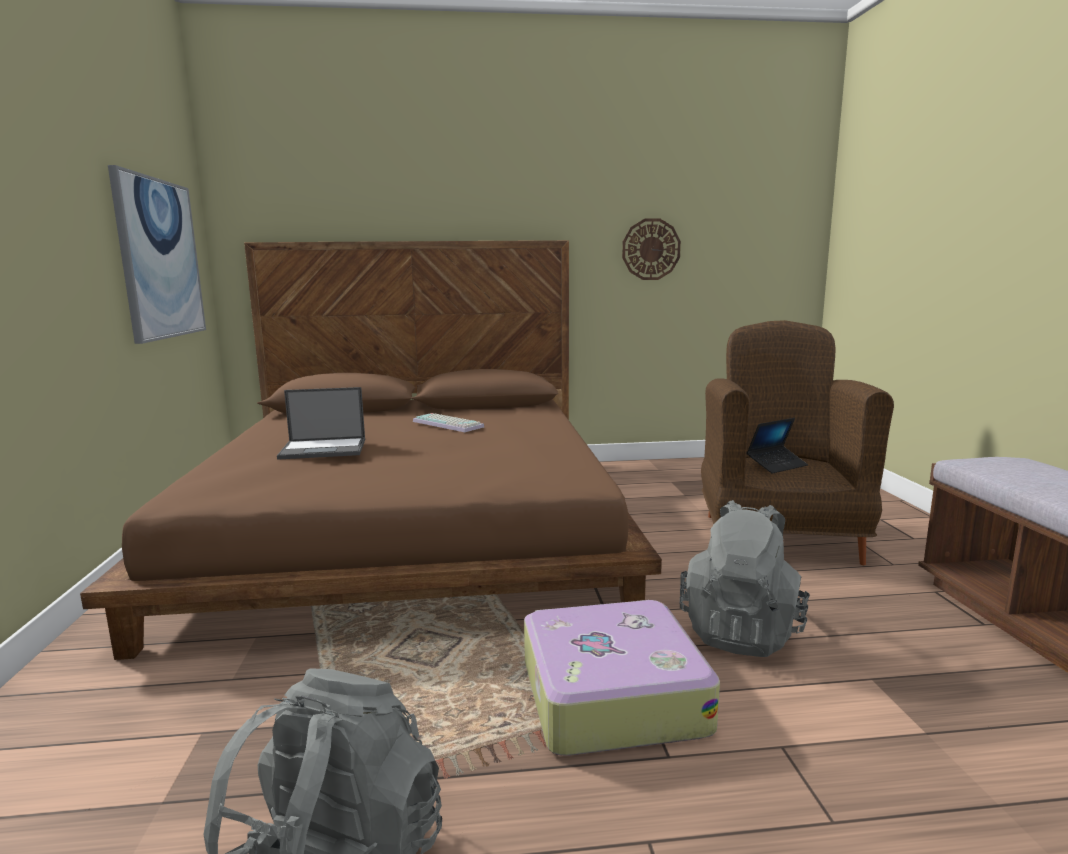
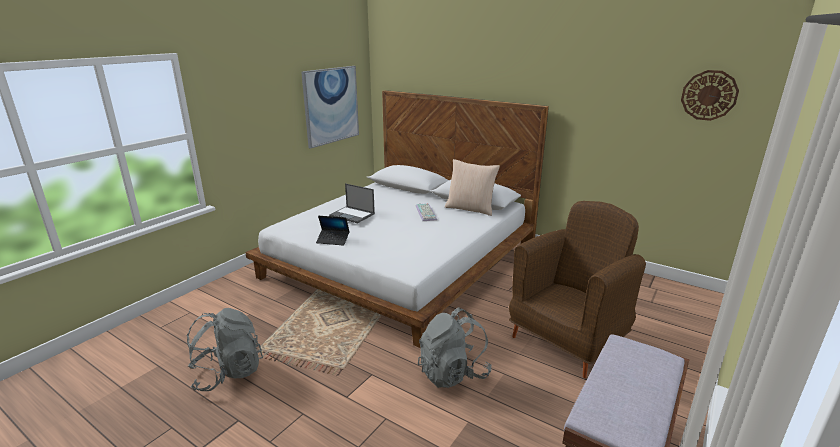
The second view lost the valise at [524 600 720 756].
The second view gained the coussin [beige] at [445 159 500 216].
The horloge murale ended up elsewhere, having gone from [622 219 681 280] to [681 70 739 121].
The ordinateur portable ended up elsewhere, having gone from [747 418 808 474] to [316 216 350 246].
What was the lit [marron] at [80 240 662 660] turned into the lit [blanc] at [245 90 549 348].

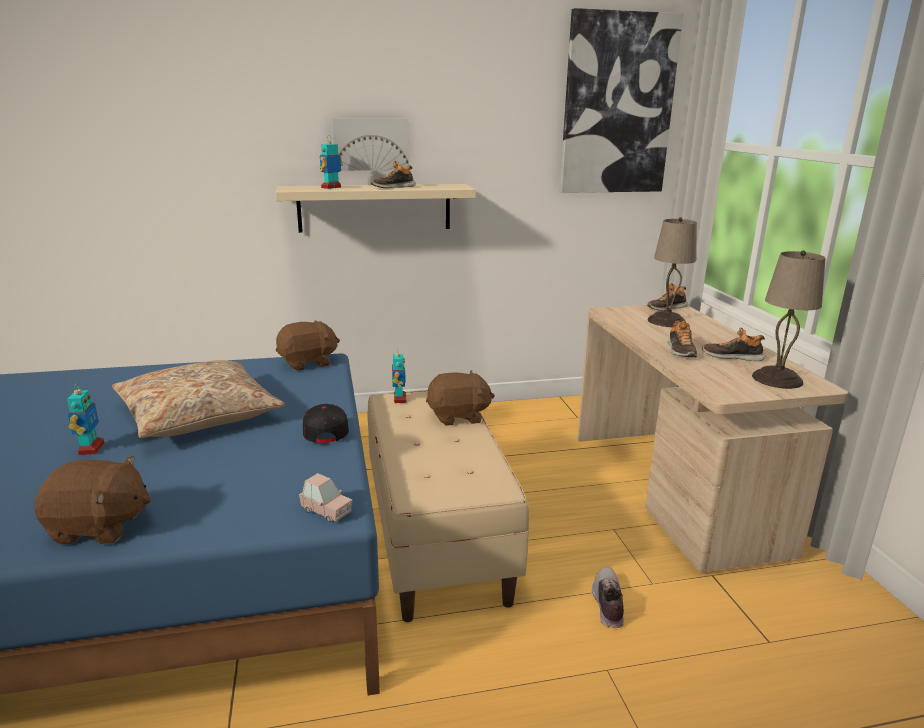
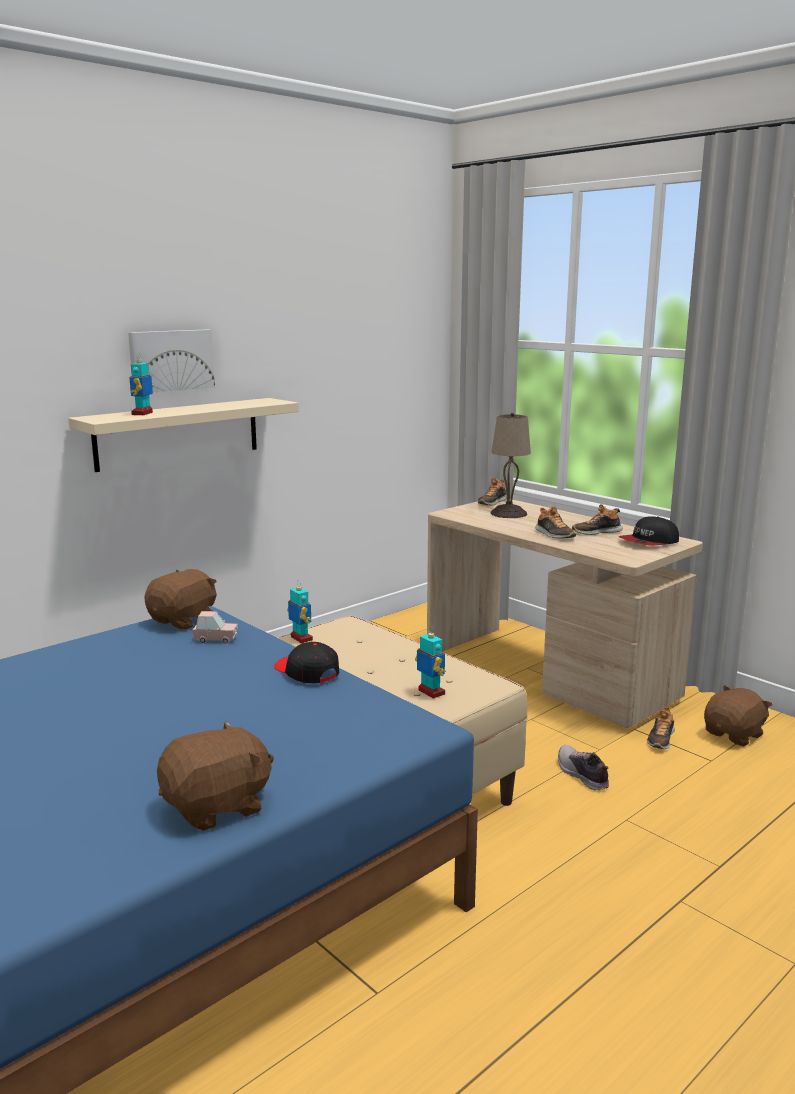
The second view lost the coussin [beige] at [112 360 285 438].
The second view lost the tableau at [560 8 683 193].
The robot jouet ended up elsewhere, having gone from [67 383 104 455] to [415 626 446 699].
The petite voiture [rose] ended up elsewhere, having gone from [299 473 352 522] to [193 611 238 644].
The chaussure ended up elsewhere, having gone from [371 161 416 188] to [647 707 675 749].
The peluche [marron] ended up elsewhere, having gone from [426 370 495 426] to [704 685 773 746].
Where the lampe de table [beige] stood at [752 250 826 389], the casquette came to stand at [618 516 679 545].

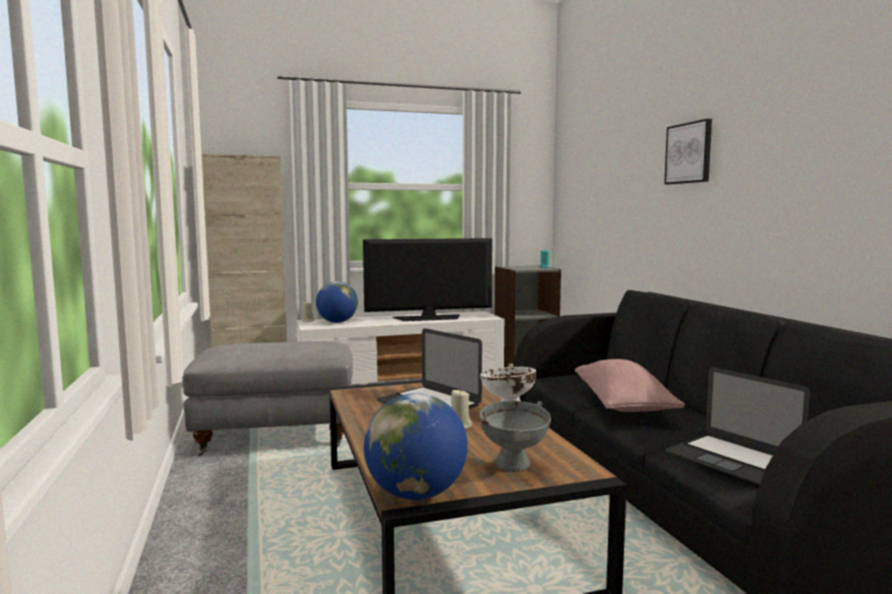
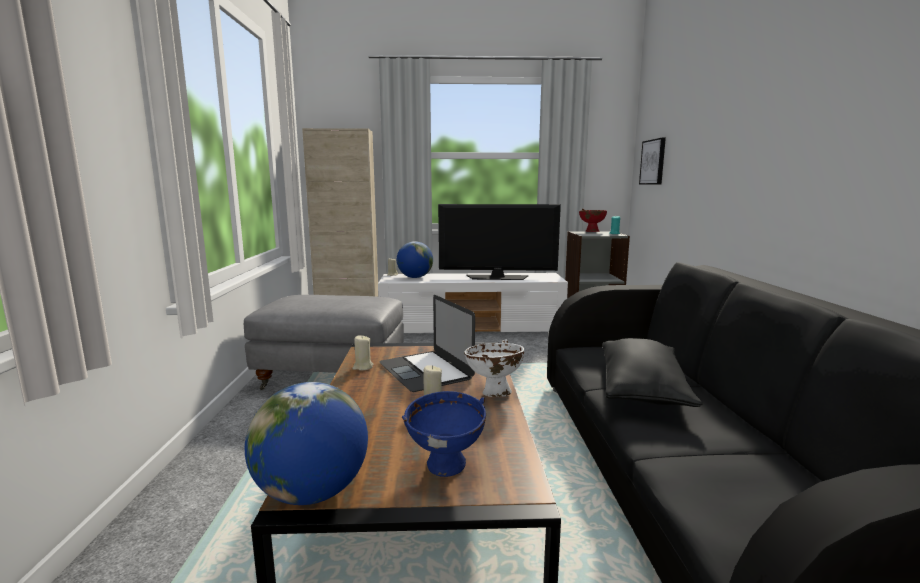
The second view lost the ordinateur portable at [666 367 810 485].
The second view gained the bougie [beige] at [352 335 373 370].
The second view gained the bol [rouge] at [579 209 607 232].
The tableau ended up elsewhere, having gone from [664 119 712 184] to [639 138 666 185].
What was the bol [gris] at [480 400 551 472] turned into the bol [bleu] at [402 391 486 477].
What was the coussin [rose] at [575 359 685 412] turned into the coussin [noir] at [602 338 702 407].

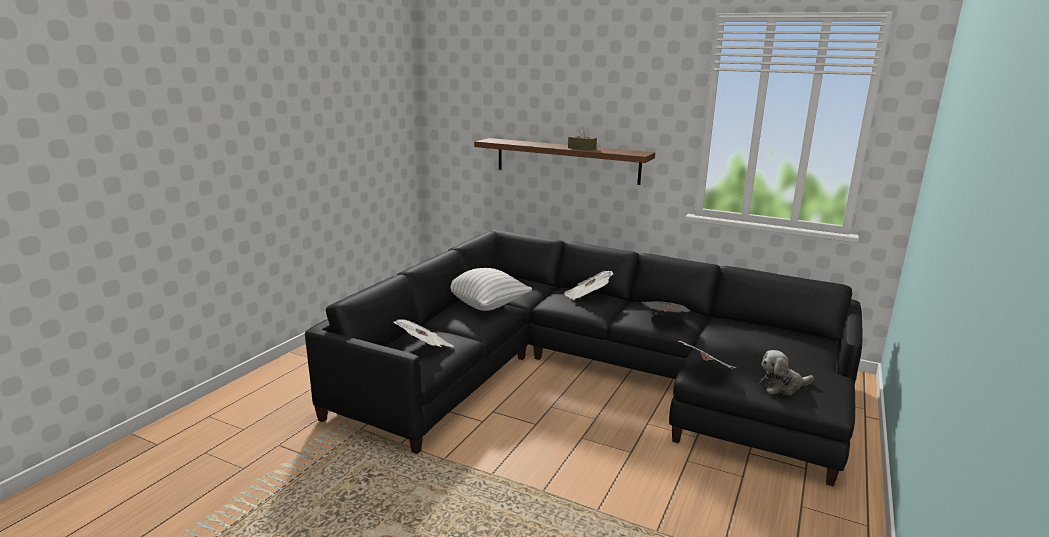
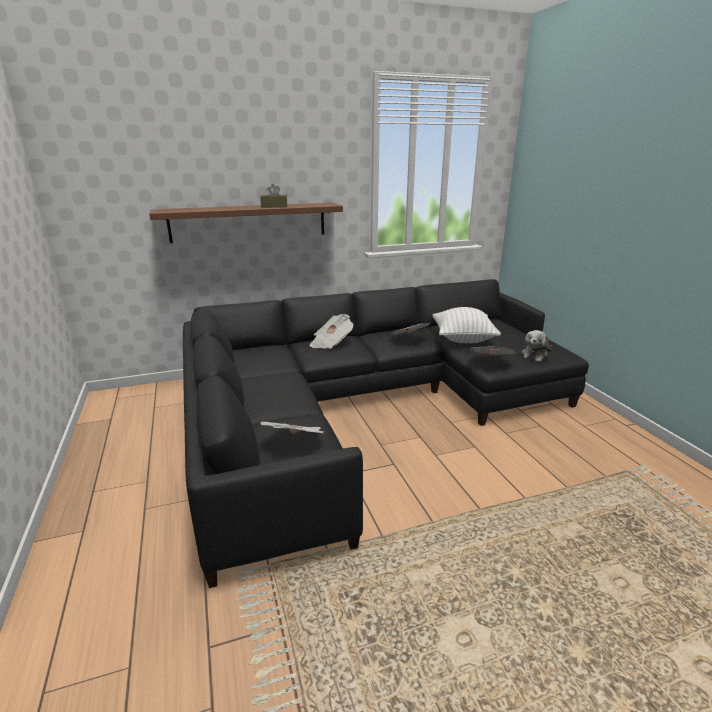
The coussin [blanc] ended up elsewhere, having gone from [450 268 532 311] to [432 307 501 343].

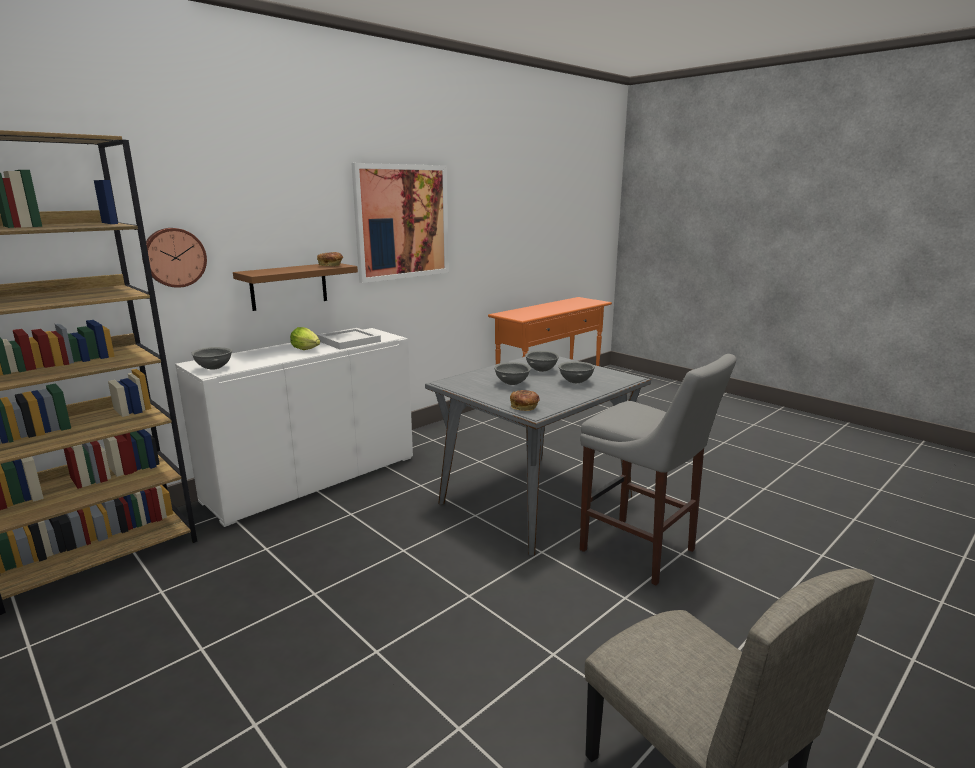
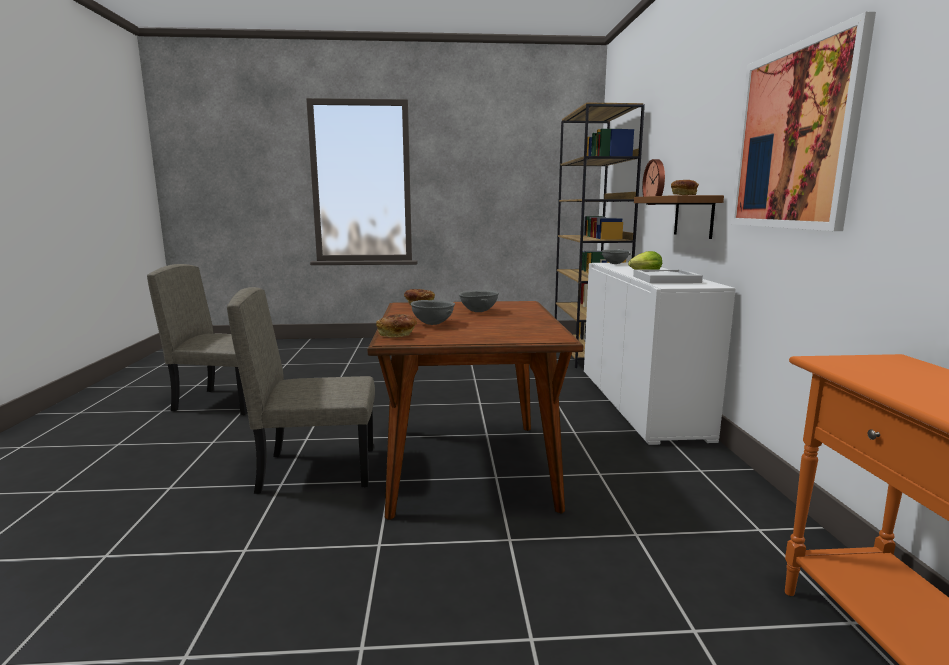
The second view lost the bol [gris] at [525 351 559 372].
The second view gained the pain at [376 314 417 337].
Where the tabouret [gris] stood at [580 354 736 585], the chaise [beige] came to stand at [227 287 375 494].
What was the table à manger [gris] at [425 356 651 556] turned into the table à manger [marron] at [368 301 583 520].

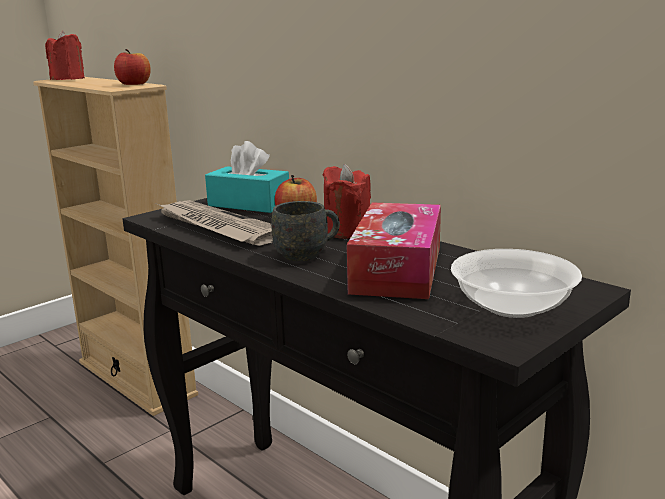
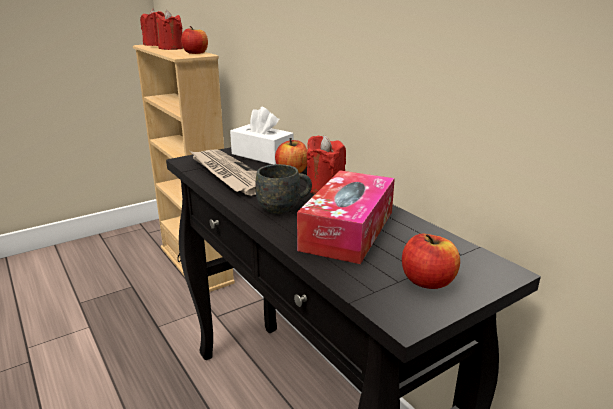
The second view gained the bougie [rouge] at [156 10 183 50].
Where the bol stood at [451 249 582 318], the pomme came to stand at [402 234 460 289].
What was the boîte à mouchoirs [turquoise] at [205 141 289 213] turned into the boîte à mouchoirs [blanc] at [230 107 293 165].

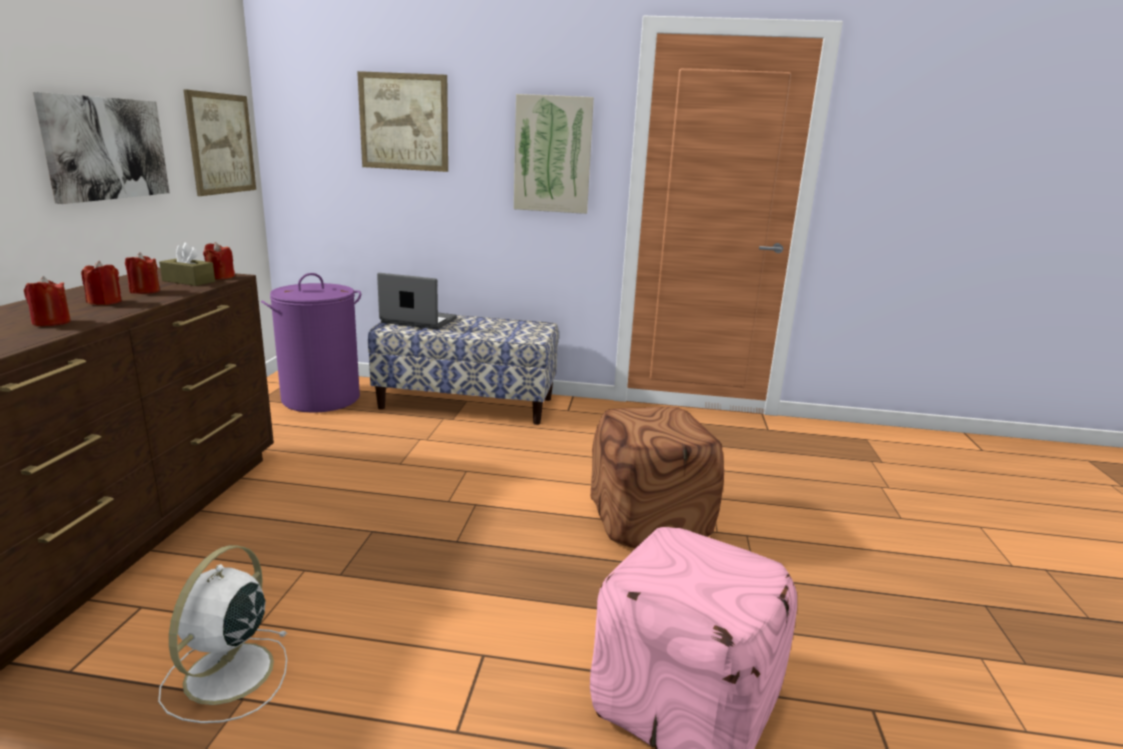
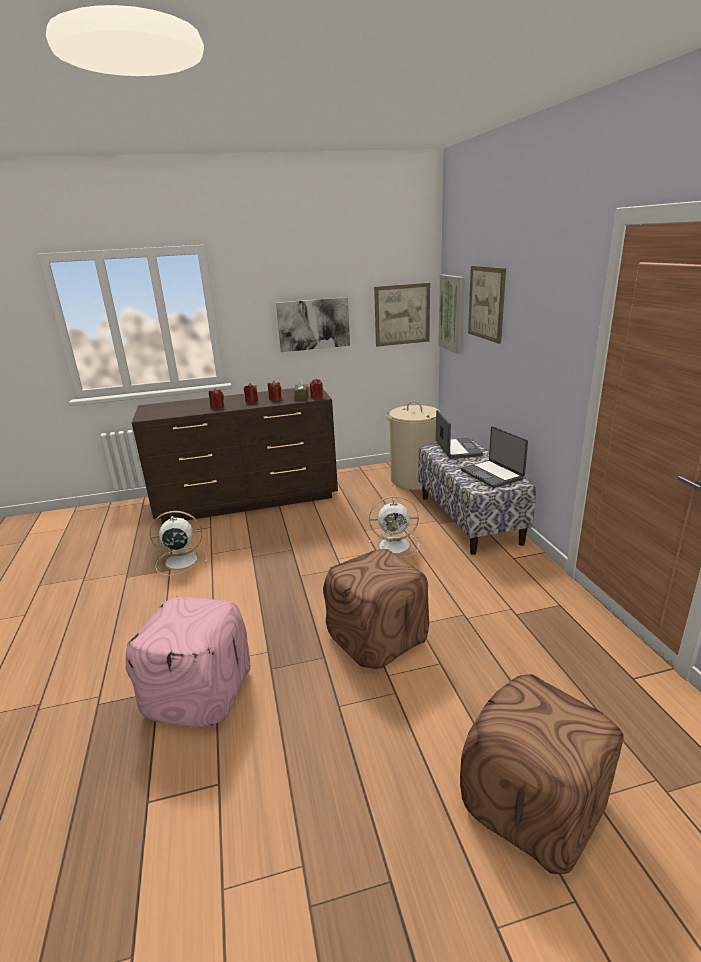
The second view gained the ventilateur [blanc] at [369 496 419 558].
The second view gained the pouf [marron] at [460 674 624 874].
The second view gained the ordinateur portable at [461 426 528 488].
The tableau ended up elsewhere, having gone from [514 94 594 214] to [438 275 465 354].
What was the panier à linge [violet] at [261 273 361 413] turned into the panier à linge [beige] at [386 401 440 490].

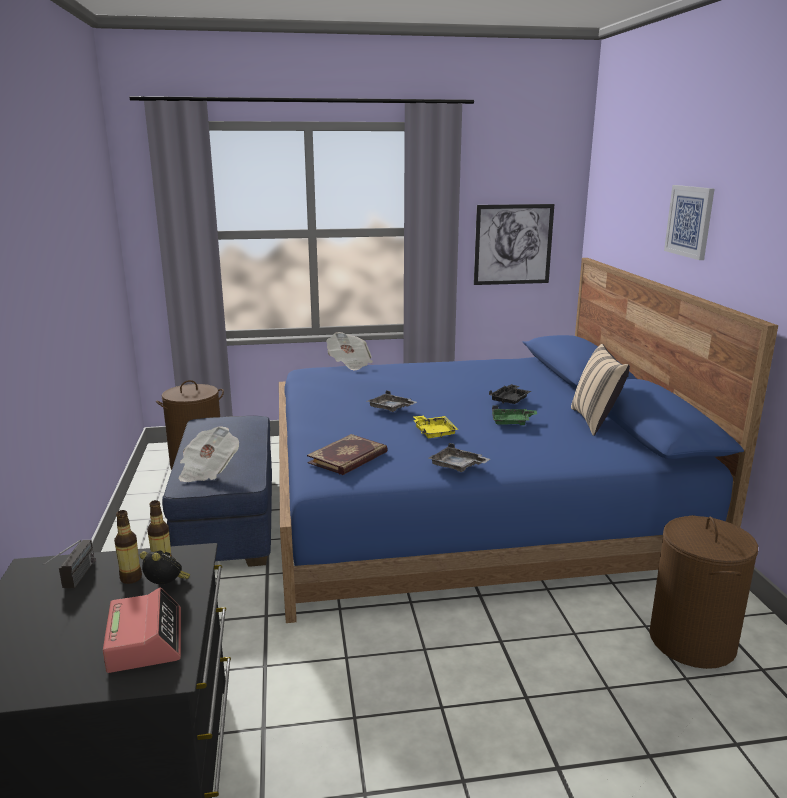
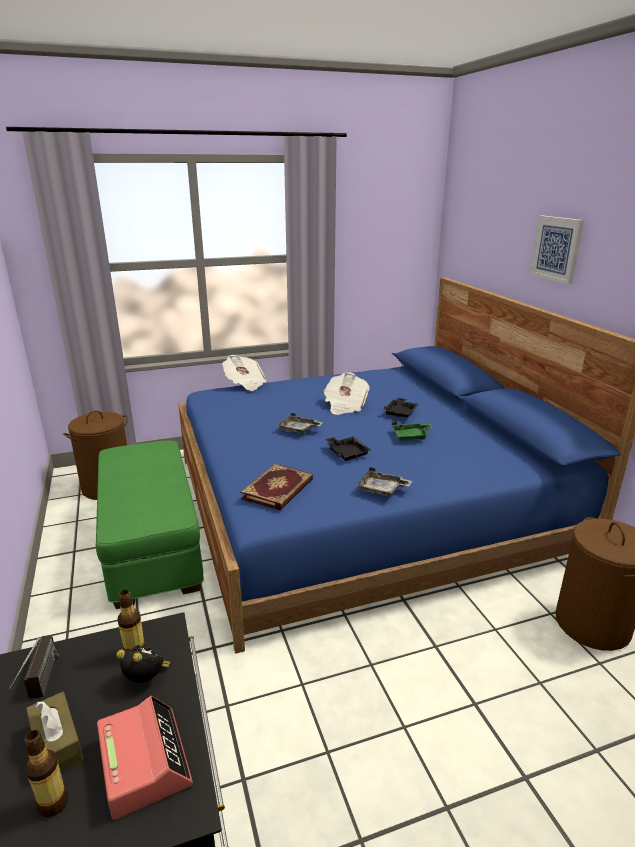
The second view lost the tableau at [474 204 554 285].
The second view lost the coussin [beige] at [571 344 630 436].
The second view gained the boîte à mouchoirs [marron] at [26 692 84 772].
The bouteille ended up elsewhere, having gone from [114 510 142 584] to [24 730 68 817].
The journal ended up elsewhere, having gone from [179 426 239 482] to [324 372 370 415].
What was the pouf [bleu] at [162 416 272 567] turned into the pouf [vert] at [96 441 204 609].
What was the plateau [jaune] at [414 416 459 438] turned into the plateau [noir] at [325 436 371 461].

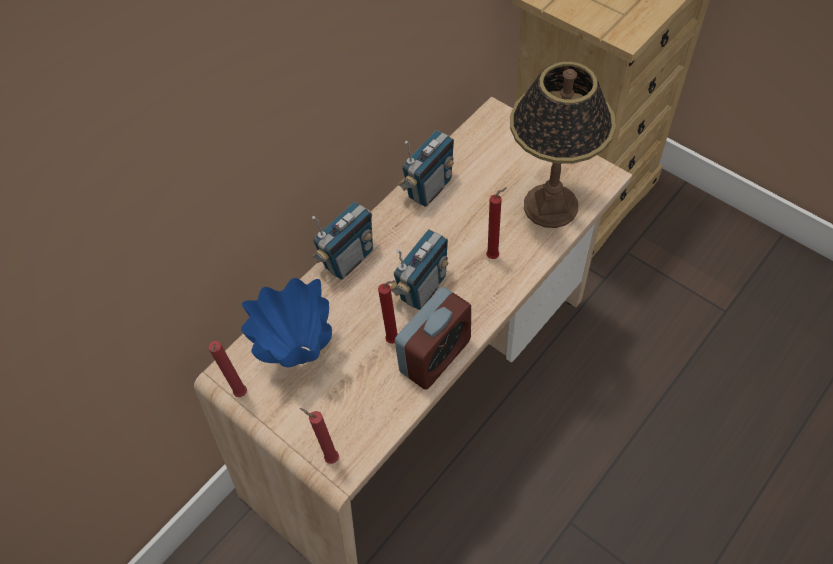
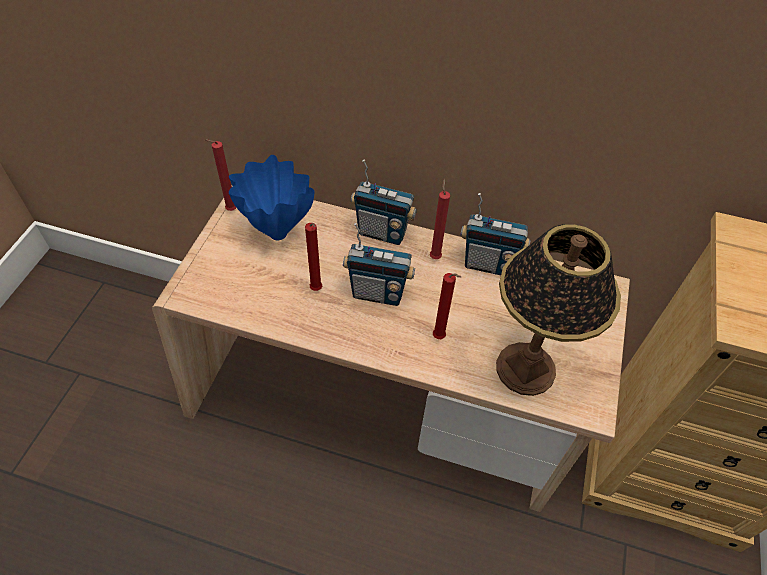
The second view lost the réveil at [395 287 471 390].
The bougie [rouge] ended up elsewhere, having gone from [300 408 339 464] to [430 179 450 259].

